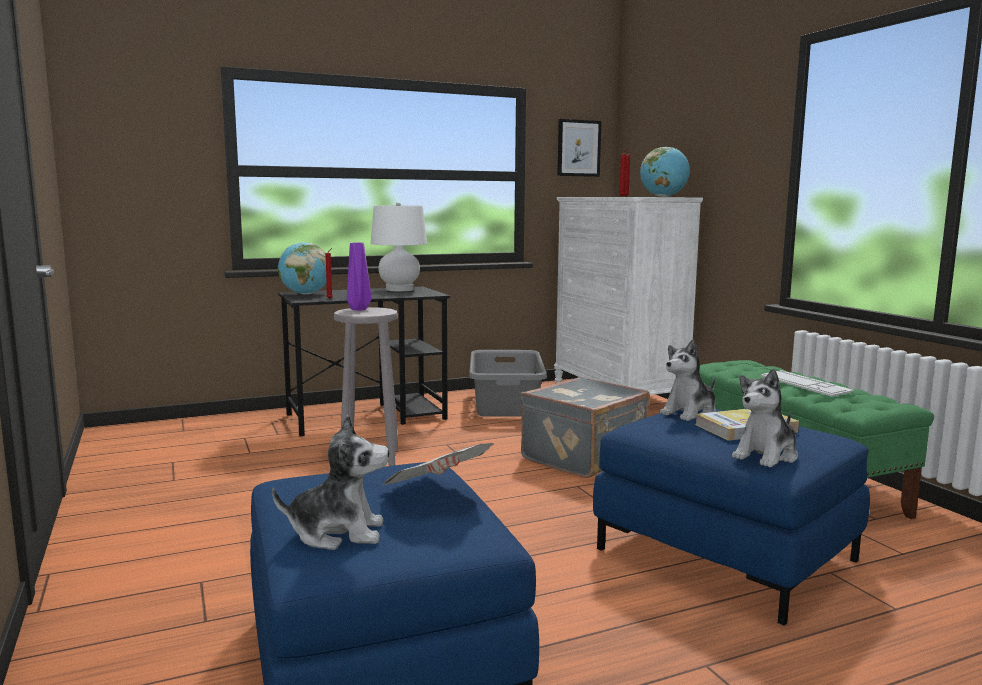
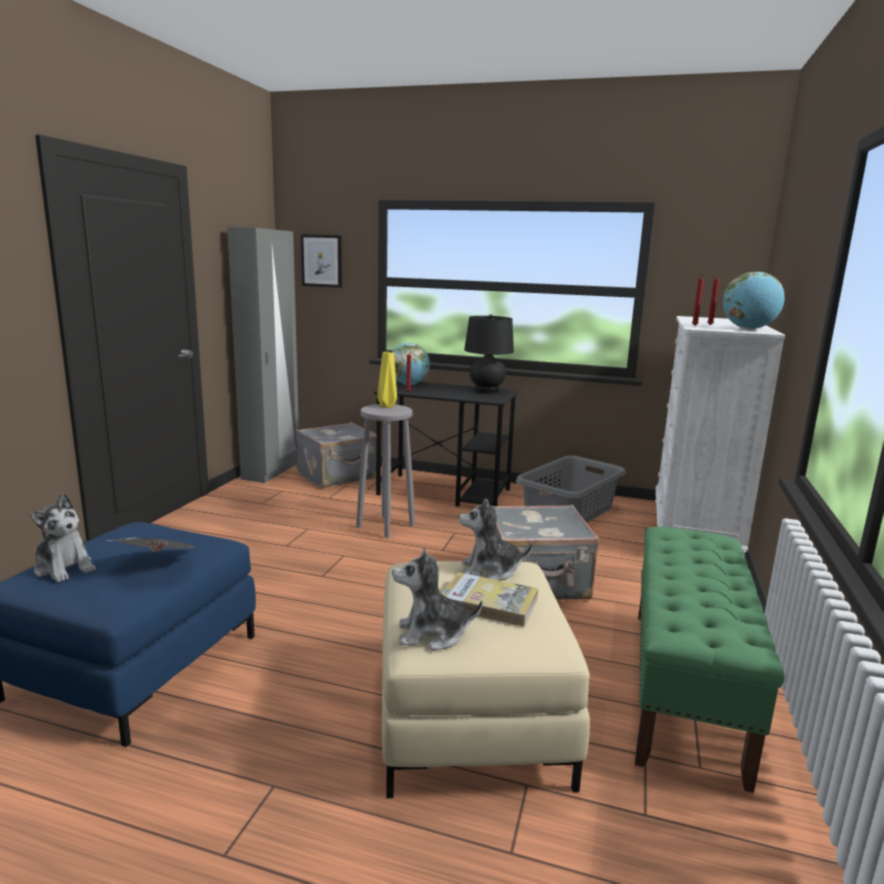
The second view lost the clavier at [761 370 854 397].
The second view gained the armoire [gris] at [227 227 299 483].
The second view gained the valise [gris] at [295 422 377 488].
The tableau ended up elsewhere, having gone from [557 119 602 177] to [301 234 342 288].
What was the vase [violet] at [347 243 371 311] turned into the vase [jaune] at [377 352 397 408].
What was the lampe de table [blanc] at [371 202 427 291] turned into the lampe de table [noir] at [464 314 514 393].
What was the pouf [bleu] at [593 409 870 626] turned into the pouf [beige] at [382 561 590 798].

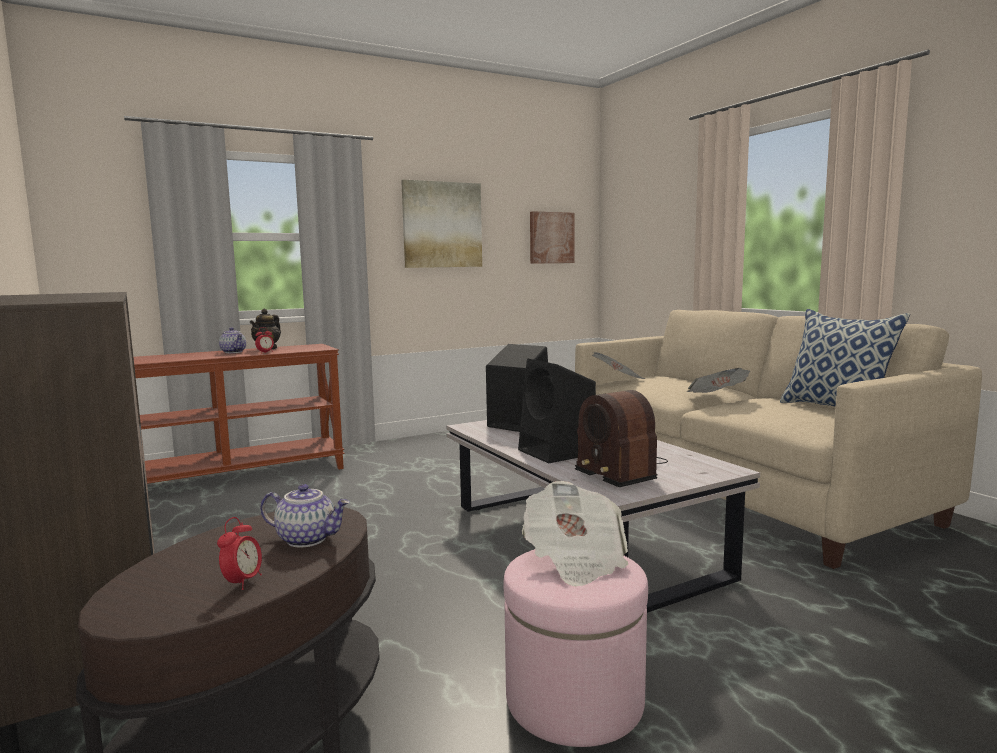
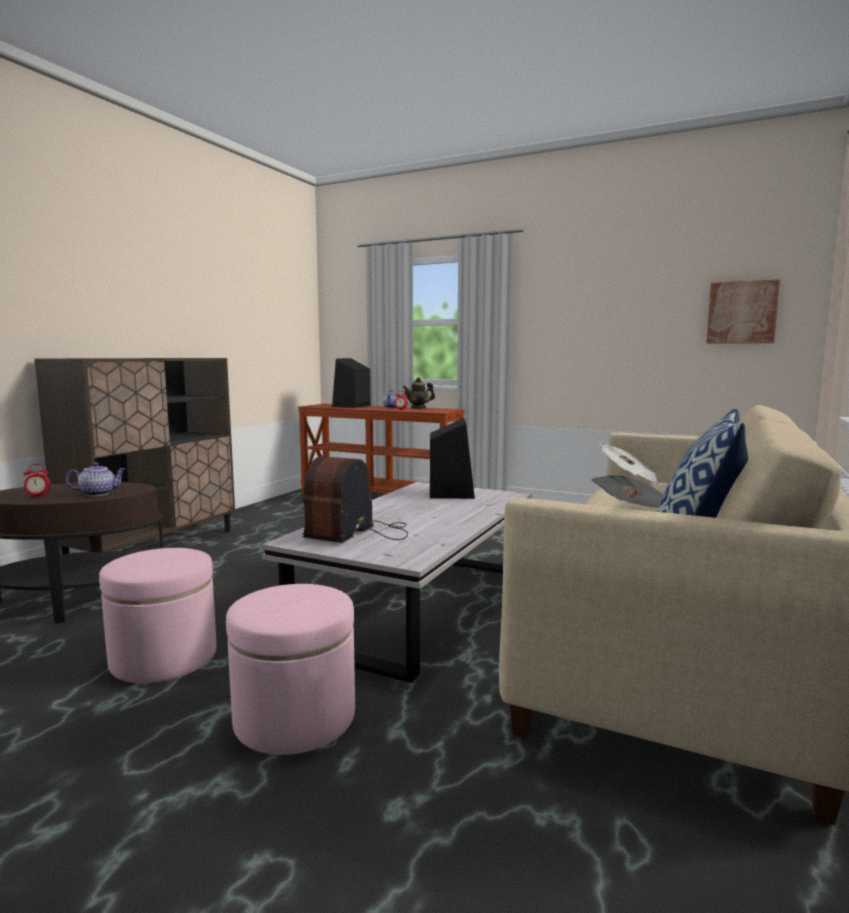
The second view lost the tableau at [401 180 482 268].
The second view lost the journal at [521 481 628 587].
The second view gained the pouf [rose] at [226 584 355 755].
The enceinte [noir] ended up elsewhere, having gone from [518 359 596 463] to [332 358 371 408].
The théière at [260 484 350 547] ended up facing another way, 90 degrees counterclockwise from before.

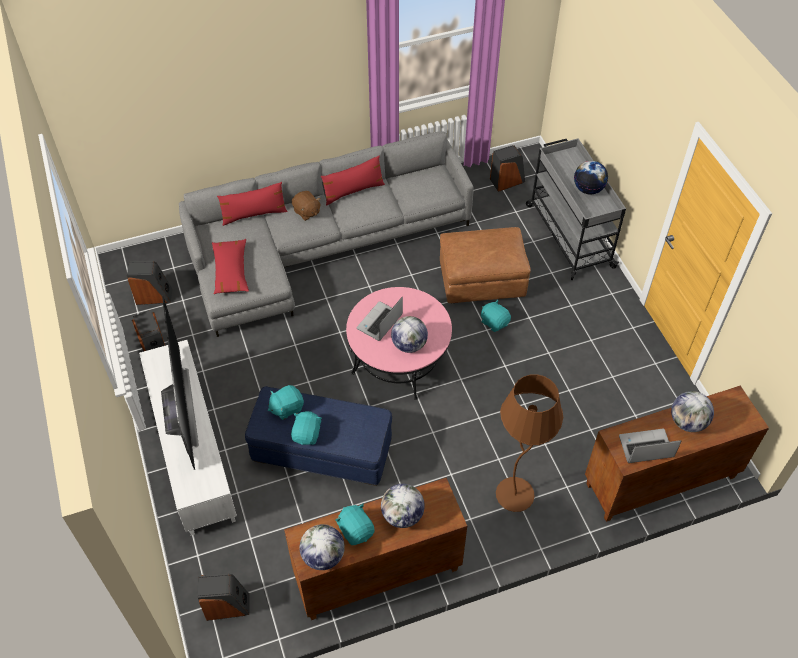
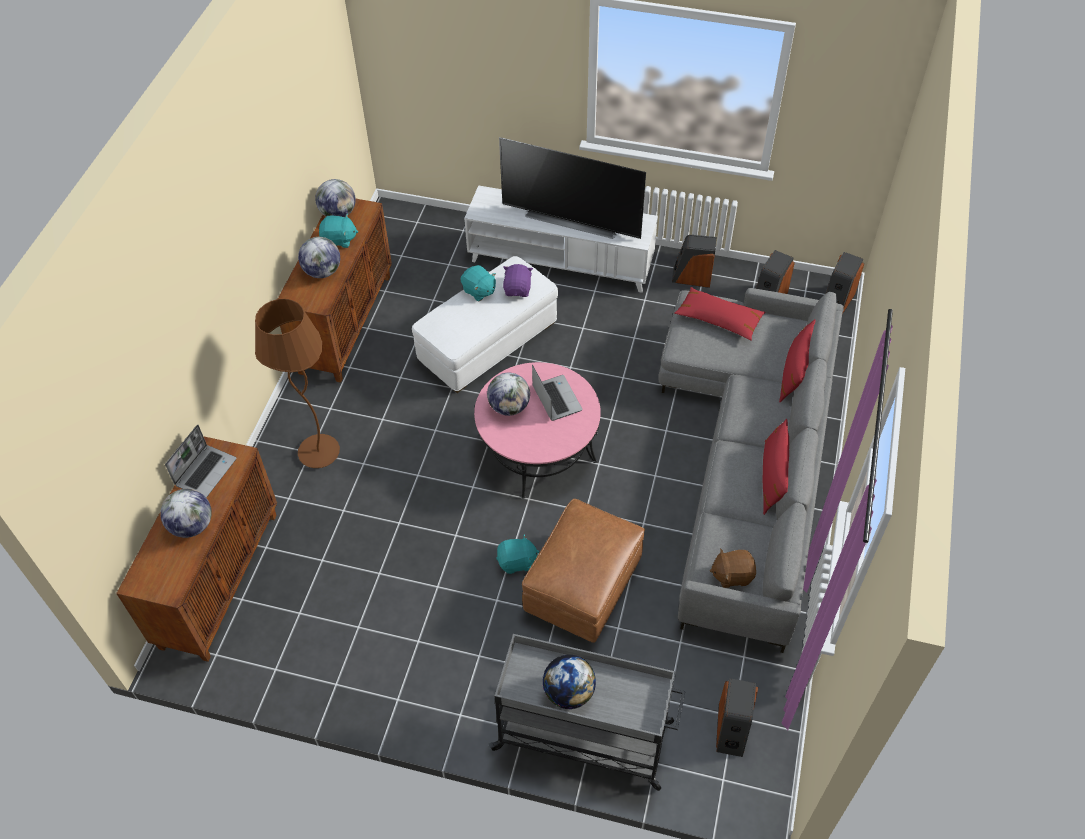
The enceinte ended up elsewhere, having gone from [198 574 250 621] to [826 252 864 314].
The peluche [marron] ended up elsewhere, having gone from [292 191 321 221] to [710 548 756 588].
What was the pouf [bleu] at [245 386 392 486] turned into the pouf [blanc] at [412 256 558 393].
What was the peluche [turquoise] at [268 385 304 420] turned into the peluche [violet] at [503 264 533 297].

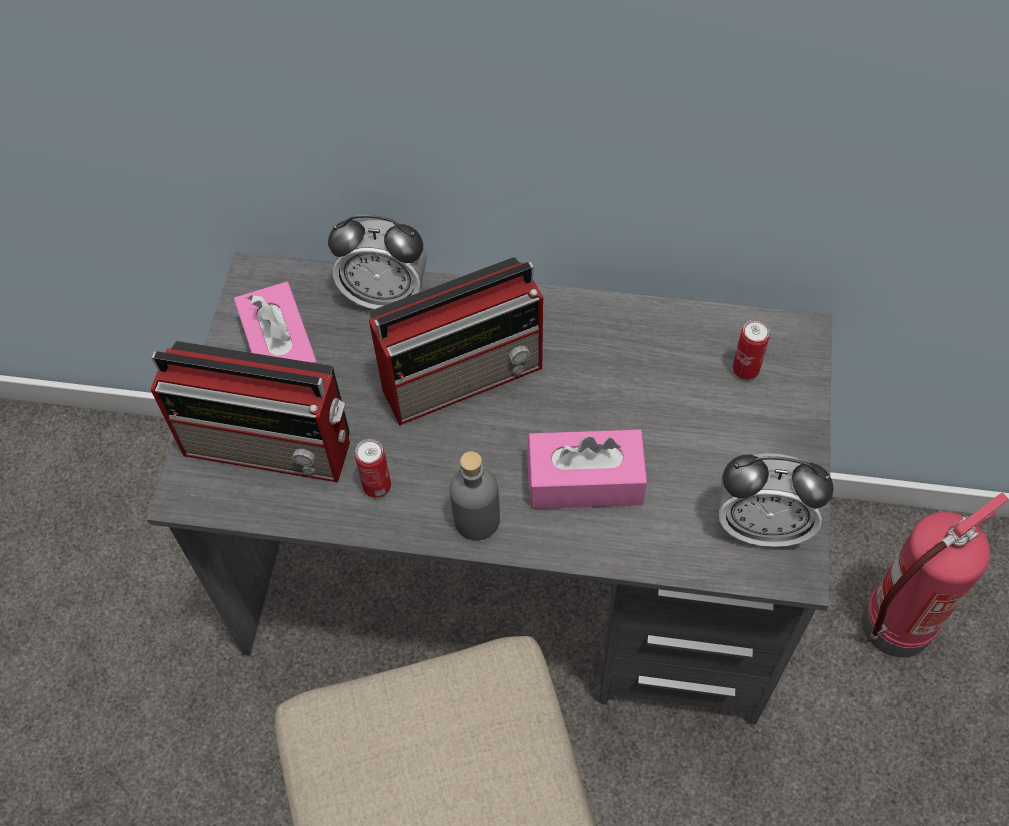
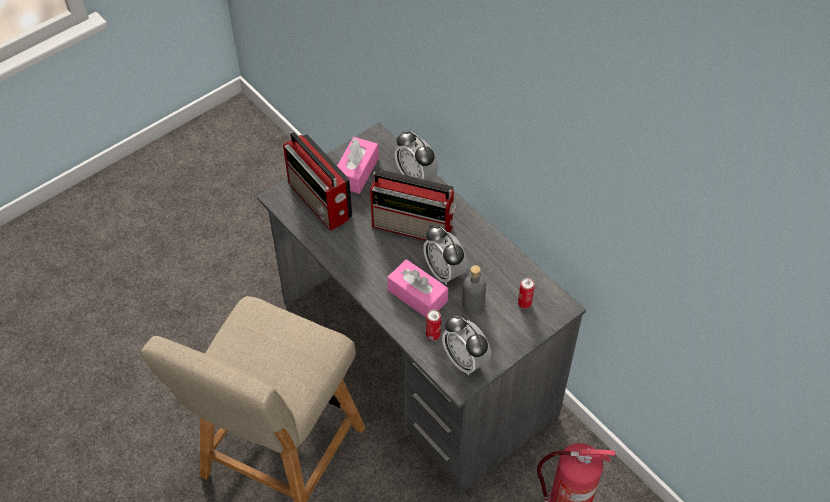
The second view gained the réveil at [423 225 468 285].
The boîte métallique ended up elsewhere, having gone from [355 439 391 498] to [426 309 441 340].
The bouteille [gris] ended up elsewhere, having gone from [449 451 500 541] to [462 265 486 313].

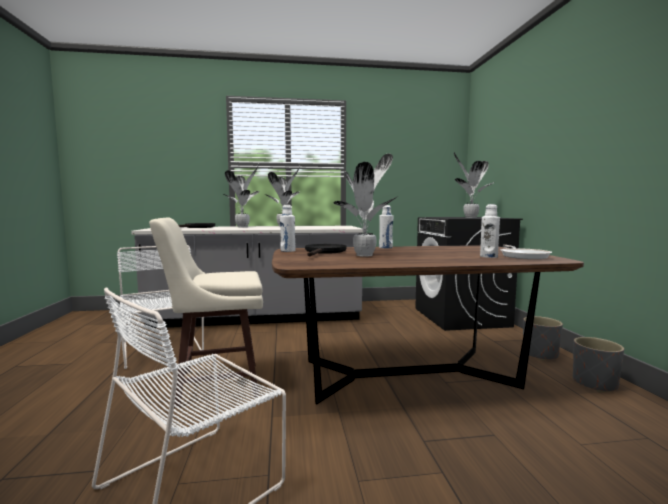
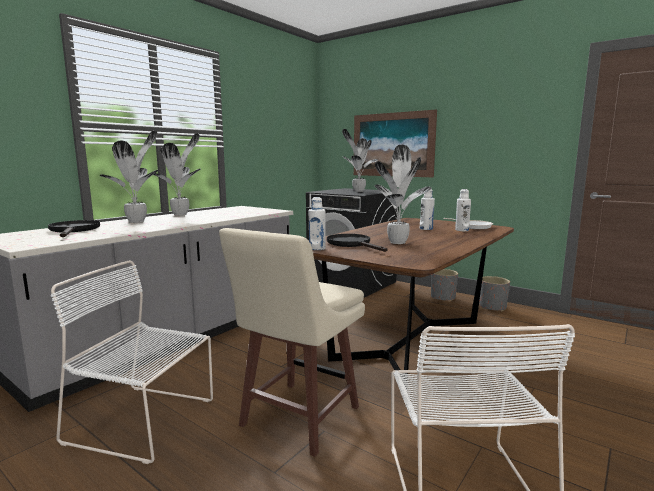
The second view gained the tableau at [354 110 437 177].
The bouteille [blanc] ended up elsewhere, having gone from [379 205 393 248] to [420 189 435 230].

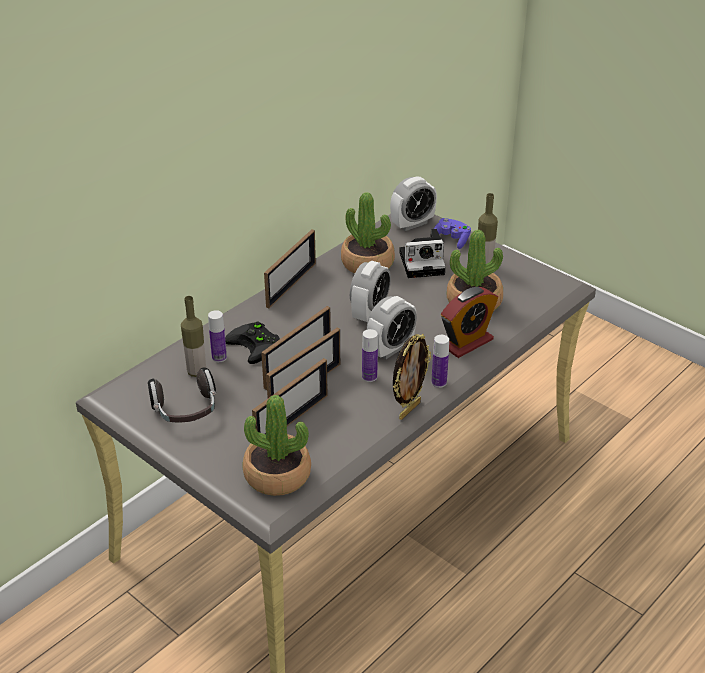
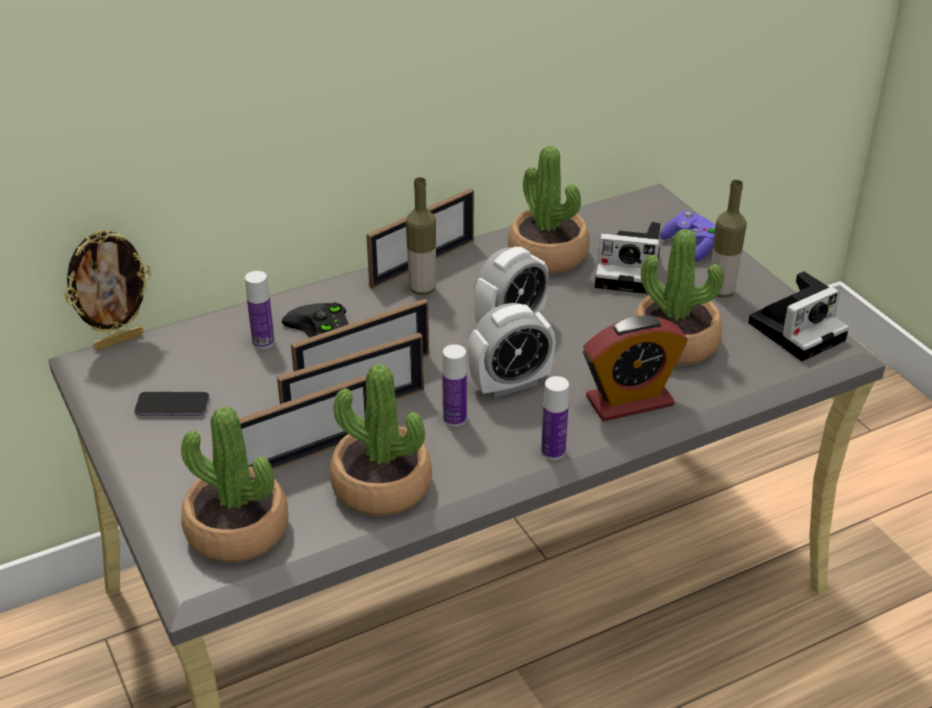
The second view lost the réveil at [390 176 437 231].
The second view gained the plante en pot at [330 364 432 516].
The second view gained the appareil photo at [748 271 849 361].
The bouteille ended up elsewhere, having gone from [181 296 206 377] to [406 177 436 295].
The cadre photo ended up elsewhere, having gone from [393 334 431 420] to [64 230 151 351].
Where the casque audio stood at [148 367 216 423], the téléphone came to stand at [134 392 209 416].

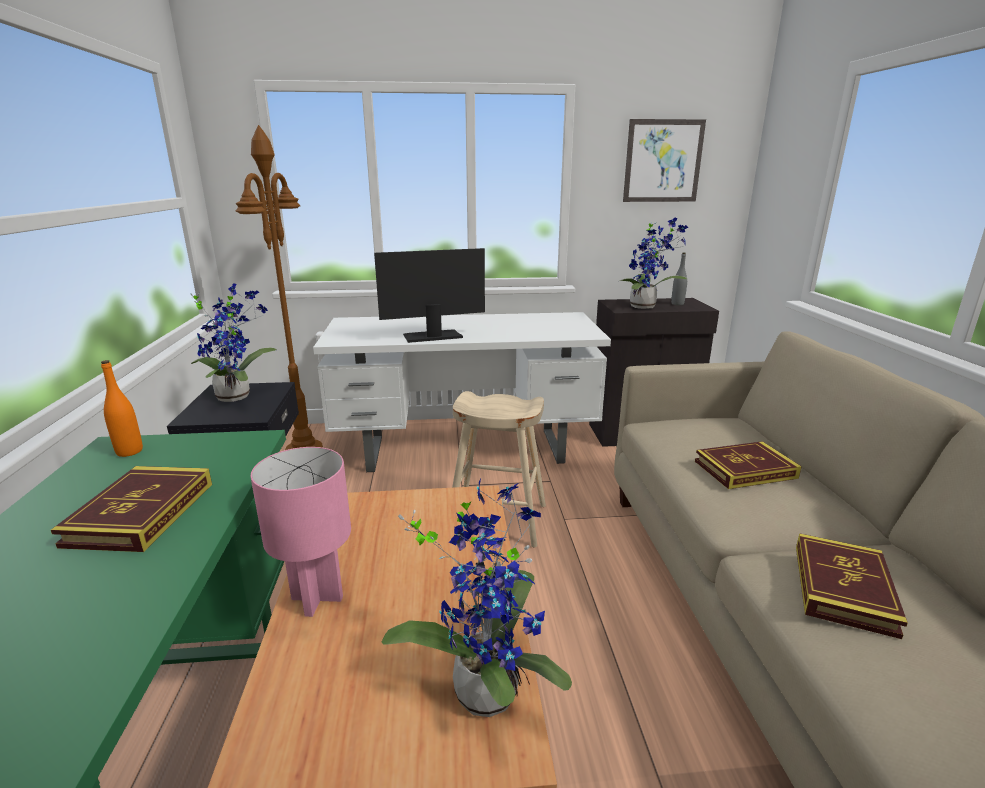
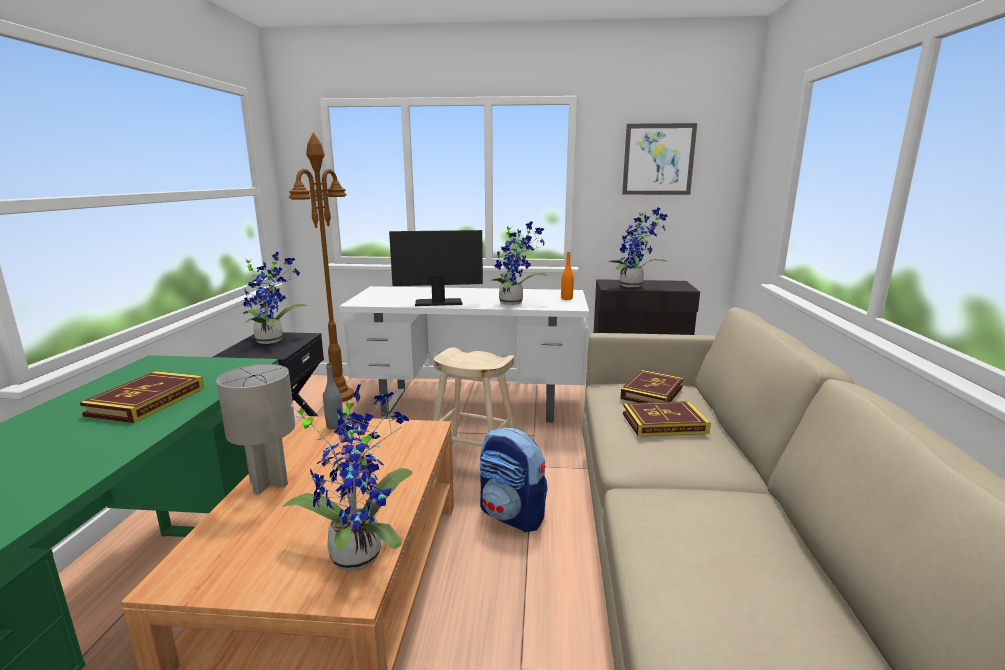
The second view gained the sac à dos at [480 428 548 532].
The second view gained the plante en pot at [490 221 548 305].
The bouteille [orange] ended up elsewhere, having gone from [101 360 143 457] to [561 252 574 300].
The bouteille [gris] ended up elsewhere, having gone from [671 253 687 305] to [323 363 343 429].
The livre ended up elsewhere, having gone from [796 533 908 639] to [620 370 684 403].
What was the lampe de table [rose] at [251 447 351 617] turned into the lampe de table [gris] at [216 364 295 495].

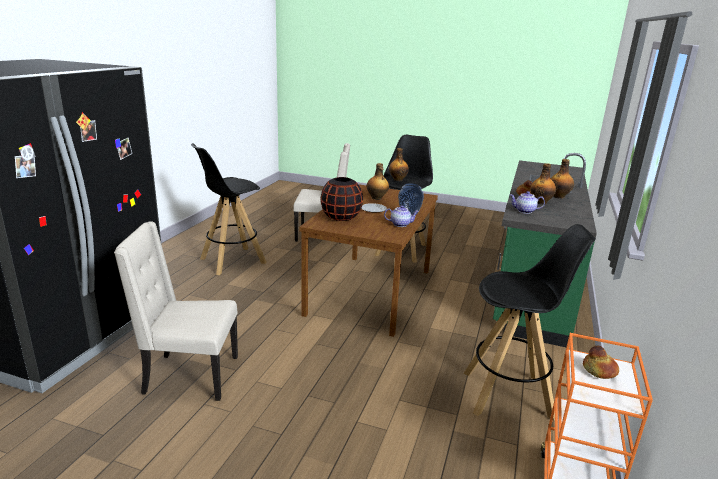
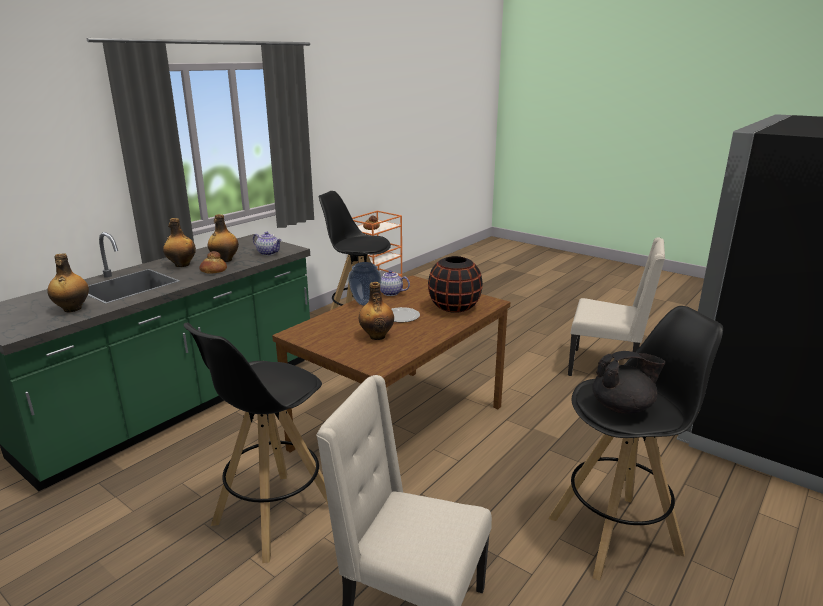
The second view gained the théière [noir] at [592 351 665 414].
The bouteille ended up elsewhere, having gone from [389 148 409 181] to [47 253 89 313].

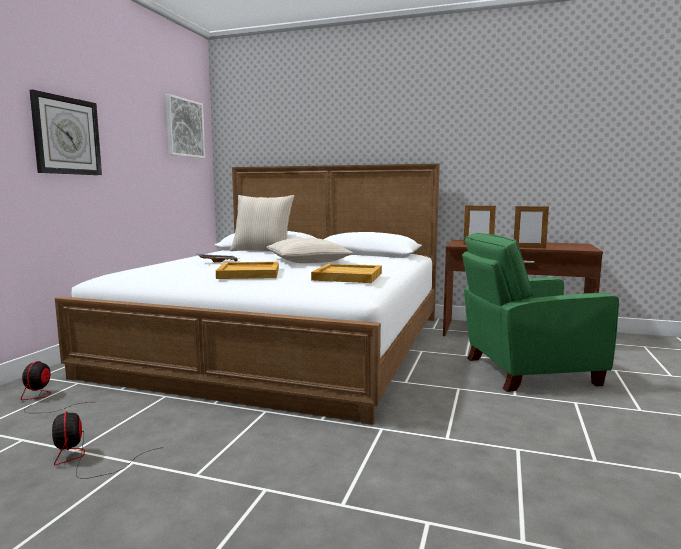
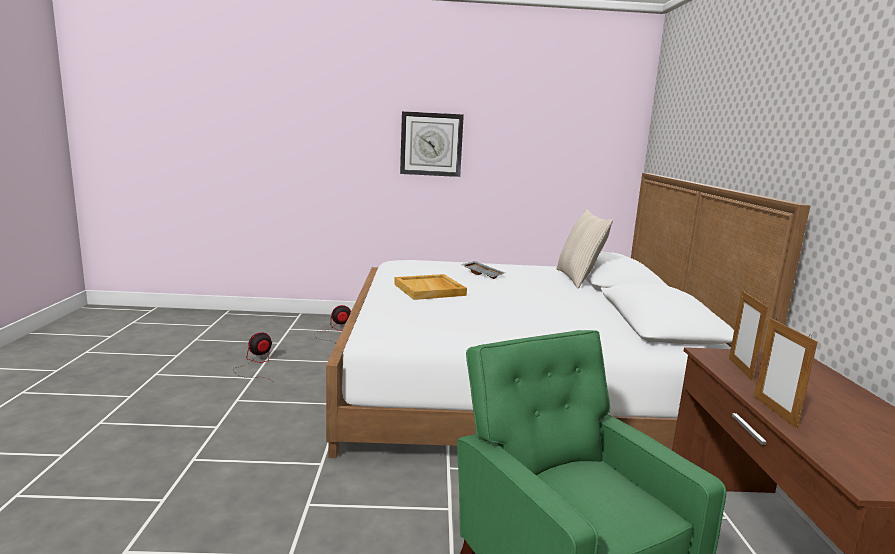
The second view lost the tableau at [165 94 205 159].
The second view lost the coussin [beige] at [266 238 353 263].
The second view lost the plateau [beige] at [311 264 382 283].

